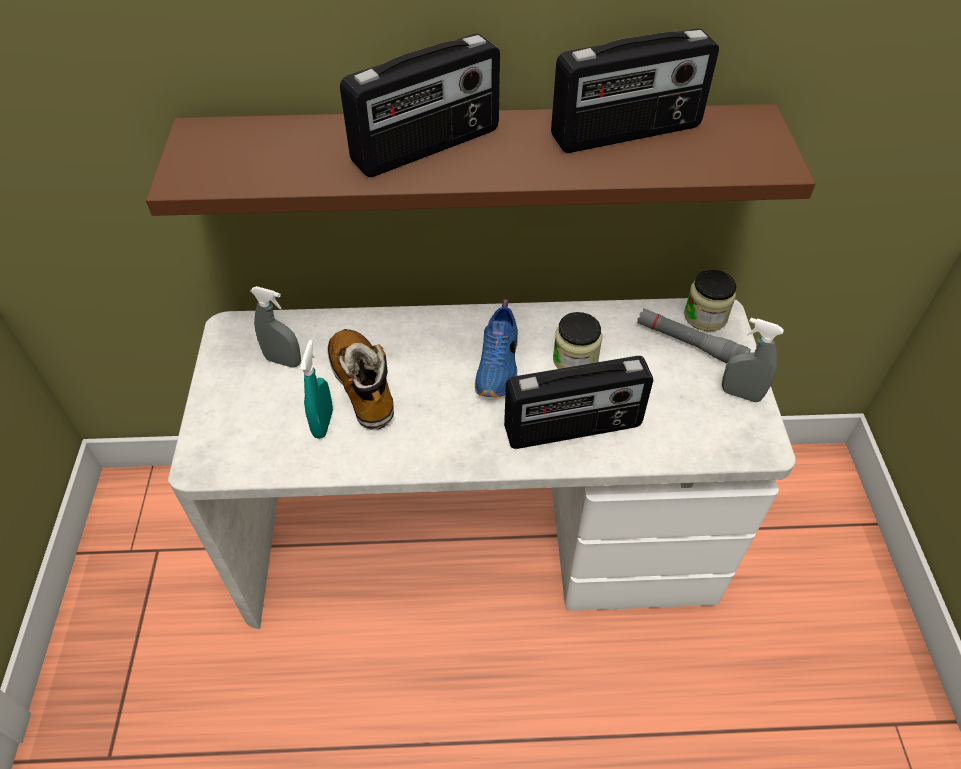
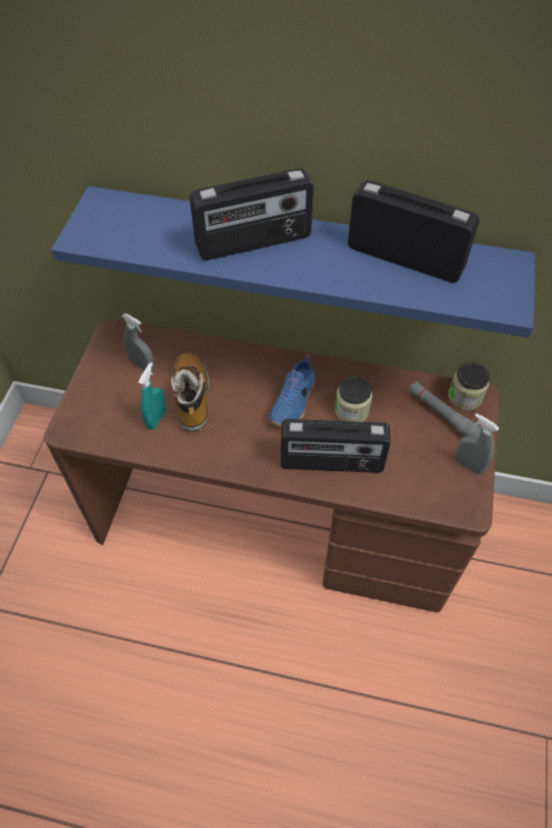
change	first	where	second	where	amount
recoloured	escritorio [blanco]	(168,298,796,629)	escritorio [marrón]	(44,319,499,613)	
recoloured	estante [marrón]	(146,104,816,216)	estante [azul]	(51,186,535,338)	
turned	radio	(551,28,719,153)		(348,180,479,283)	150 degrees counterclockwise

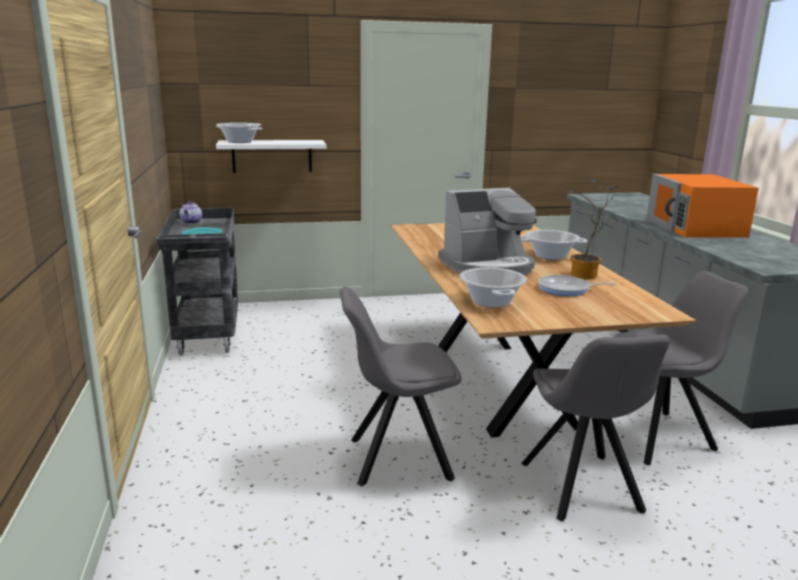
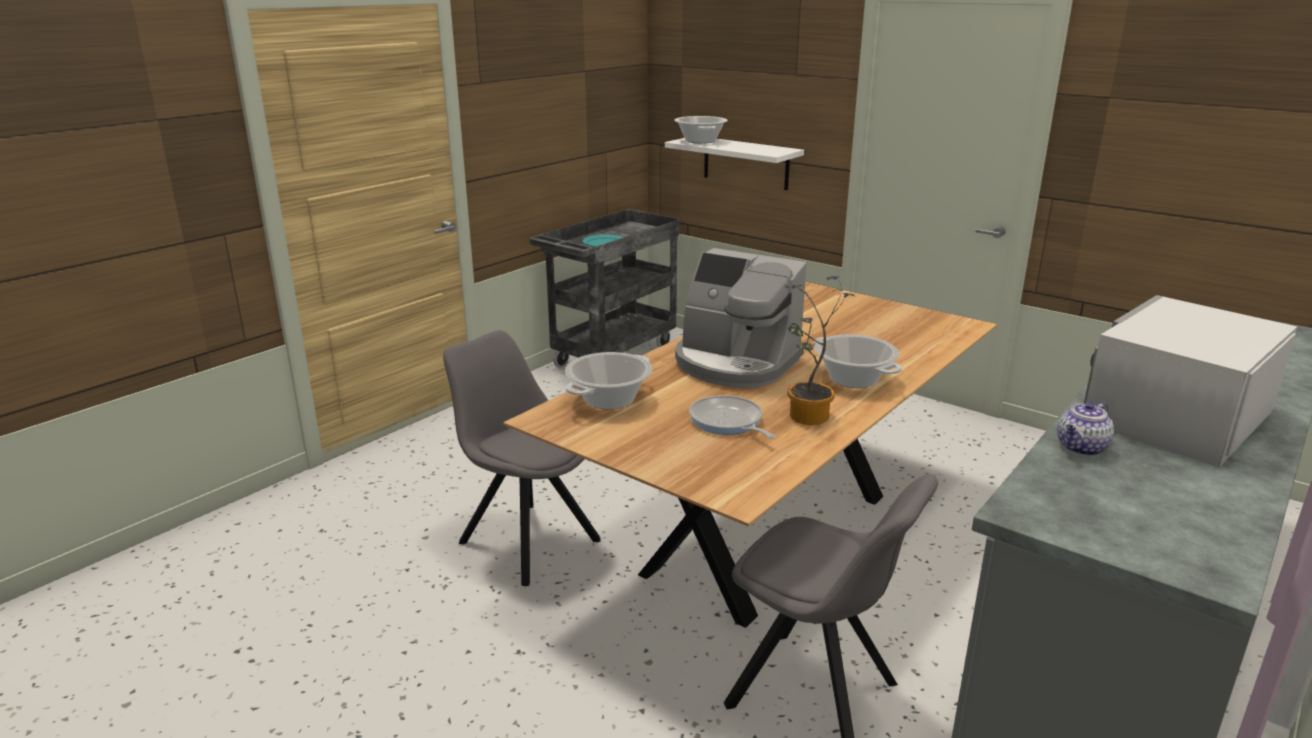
change	first	where	second	where	amount
moved	tetera	(179,201,202,224)		(1057,402,1114,456)	
recoloured	microondas [naranja]	(646,174,759,238)	microondas [blanco]	(1084,295,1297,467)	
removed	silla [gris]	(521,335,670,521)			

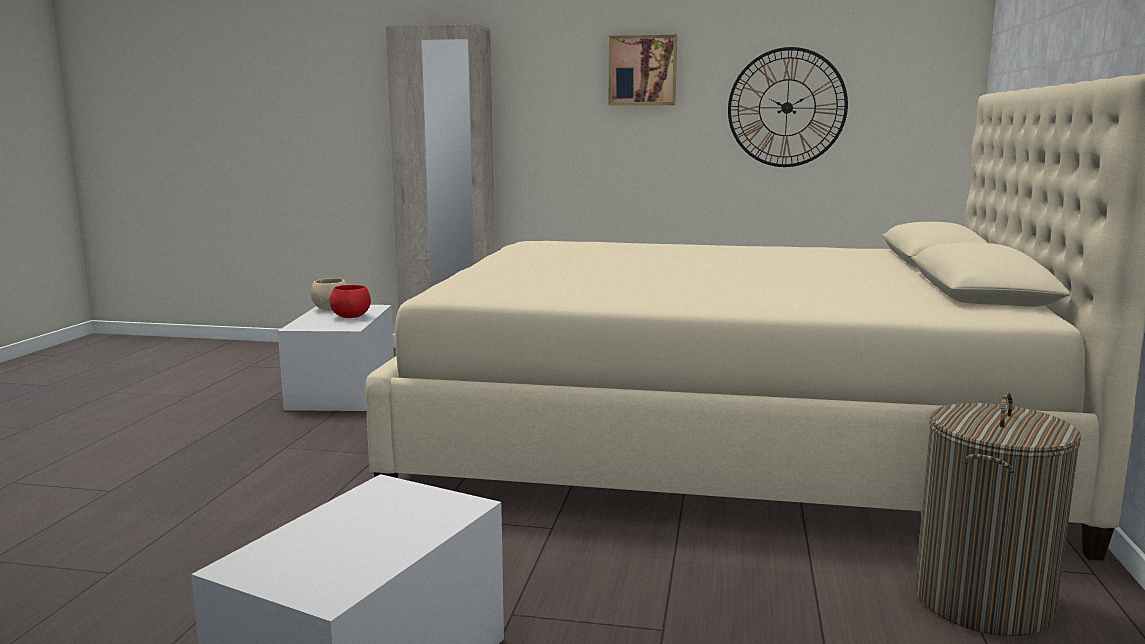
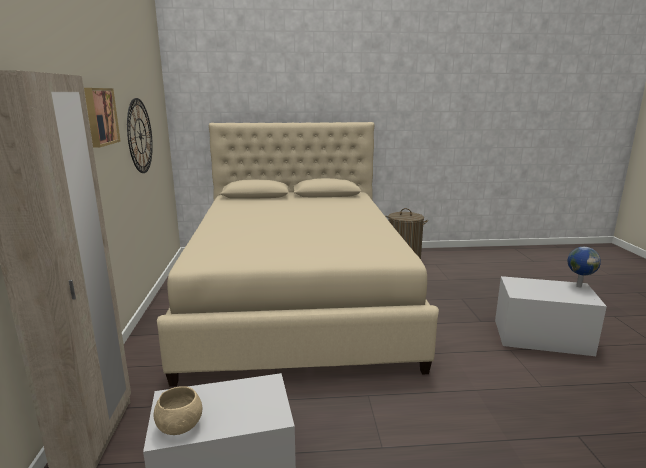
change	first	where	second	where	amount
added			globo terráqueo	(568,247,601,288)	
removed	cuenco [rojo]	(330,285,371,318)			

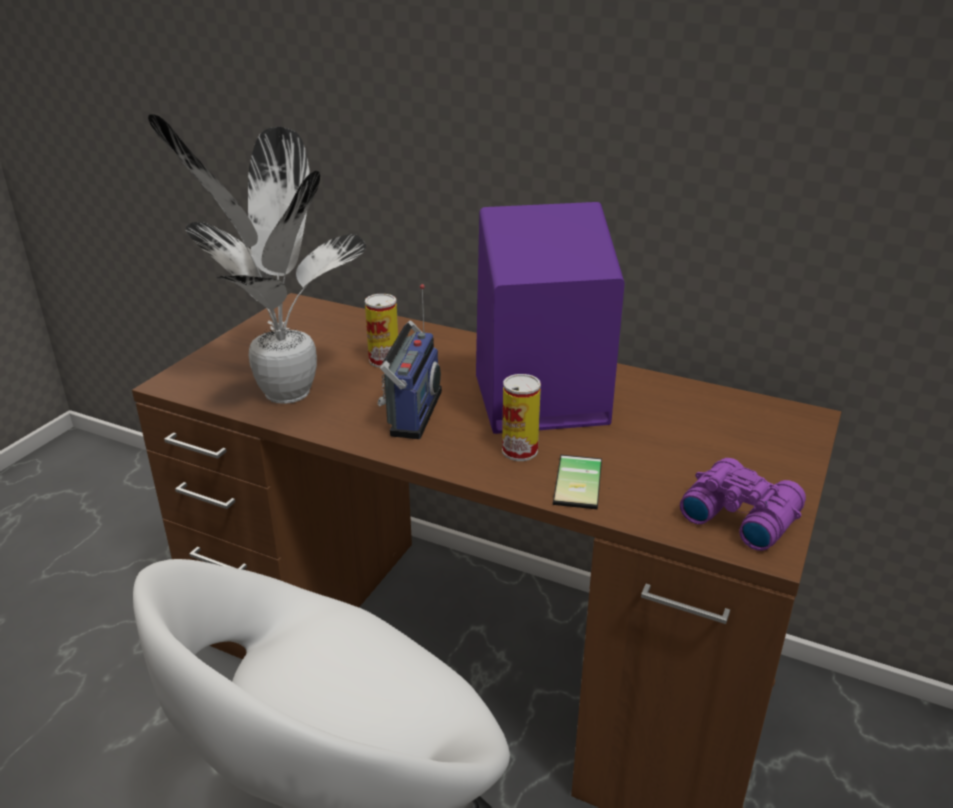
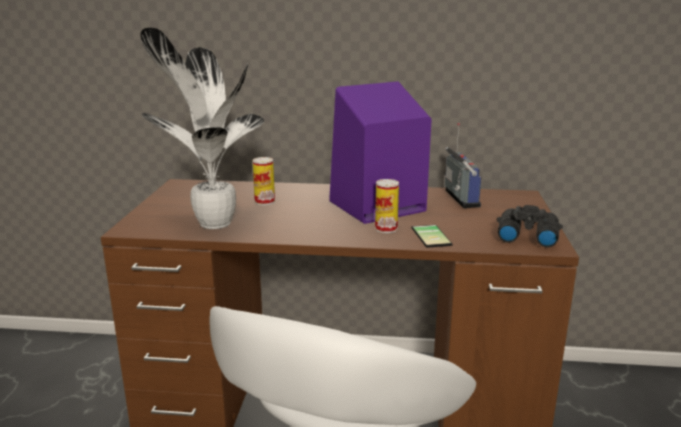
change	first	where	second	where	amount
moved	radio	(377,284,442,439)		(445,123,481,208)	
recoloured	prismáticos [morado]	(680,458,806,551)	prismáticos [negro]	(497,205,563,248)	

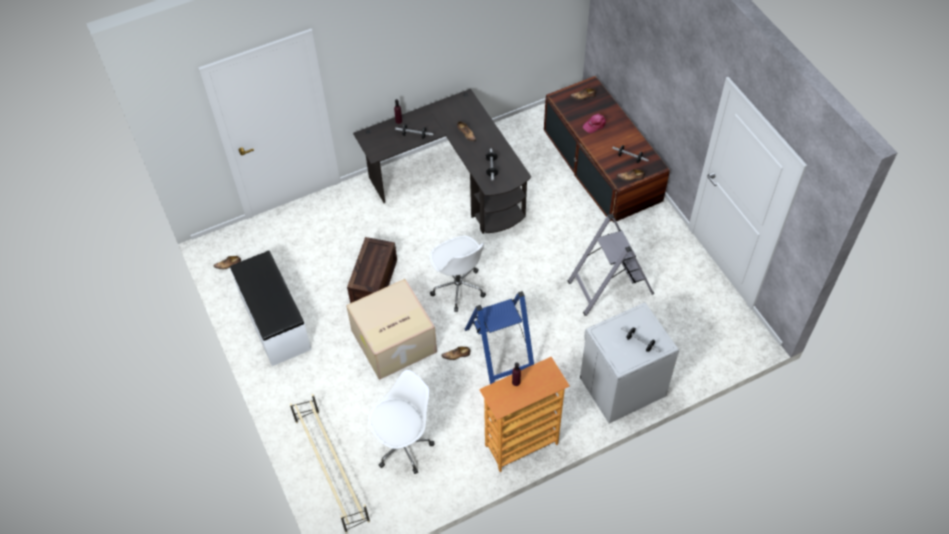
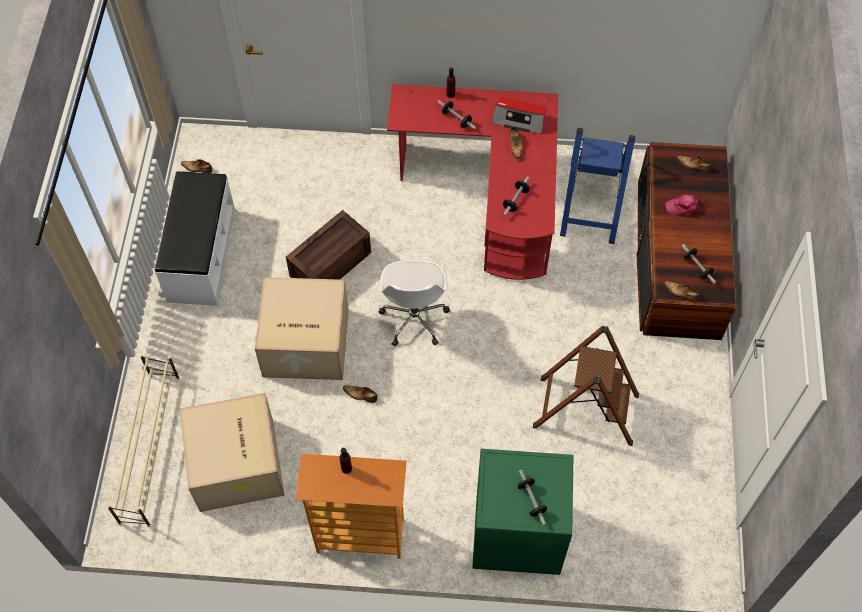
change	first	where	second	where	amount
replaced	silla de oficina [blanco]	(369,370,435,474)	caja de cartón	(179,393,285,512)	
recoloured	escritorio [negro]	(353,89,531,234)	escritorio [rojo]	(387,84,558,280)	
recoloured	lavadora [blanco]	(580,302,679,423)	lavadora [verde]	(472,449,574,575)	
added			radio	(491,97,546,134)	
recoloured	escalera de tijera [gris]	(567,214,654,316)	escalera de tijera [marrón]	(533,326,639,446)	
moved	escalera de tijera [azul]	(464,291,534,384)		(560,128,635,244)	

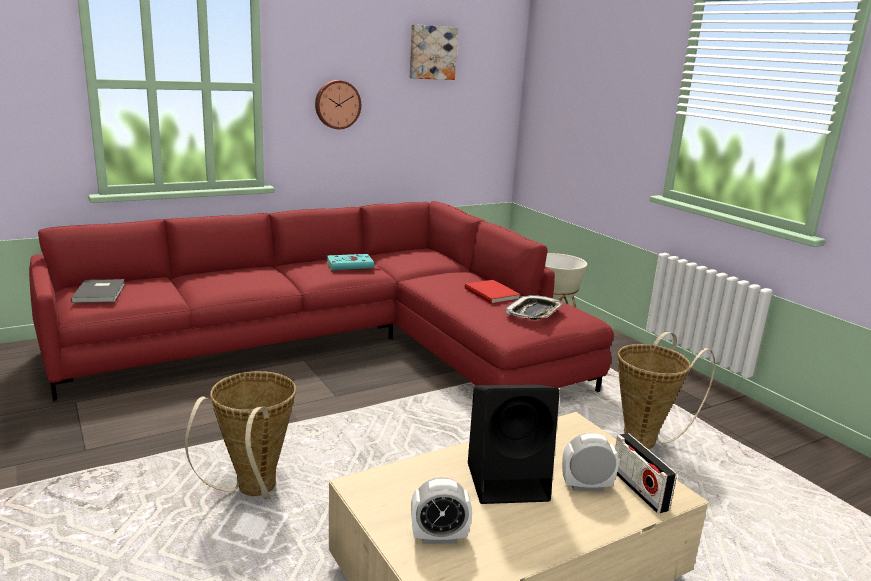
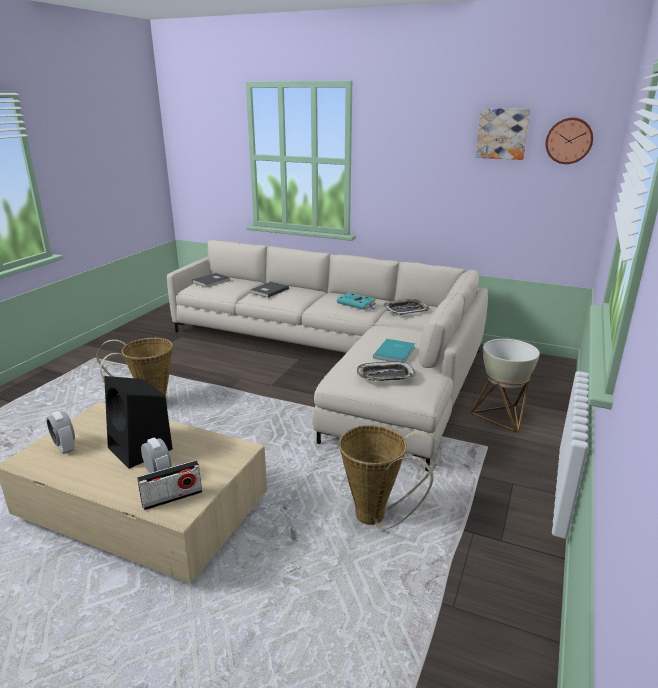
change	first	where	second	where	amount
turned	radio	(615,433,677,513)		(137,460,202,510)	150 degrees counterclockwise
recoloured	sofá [rojo]	(29,201,613,401)	sofá [beis]	(167,240,488,471)	
added			libro [gris]	(251,282,289,298)	
recoloured	libro [rojo]	(464,280,521,304)	libro [turquesa]	(373,339,415,362)	
added			bandeja	(383,298,429,315)	
moved	reloj de pared	(315,80,361,129)		(546,118,593,164)	

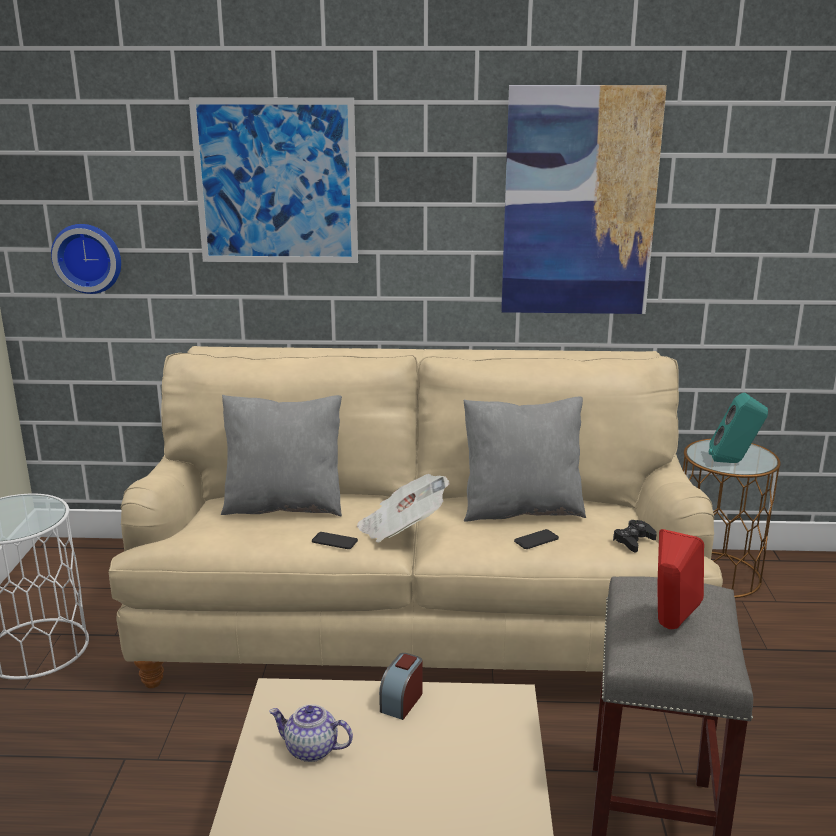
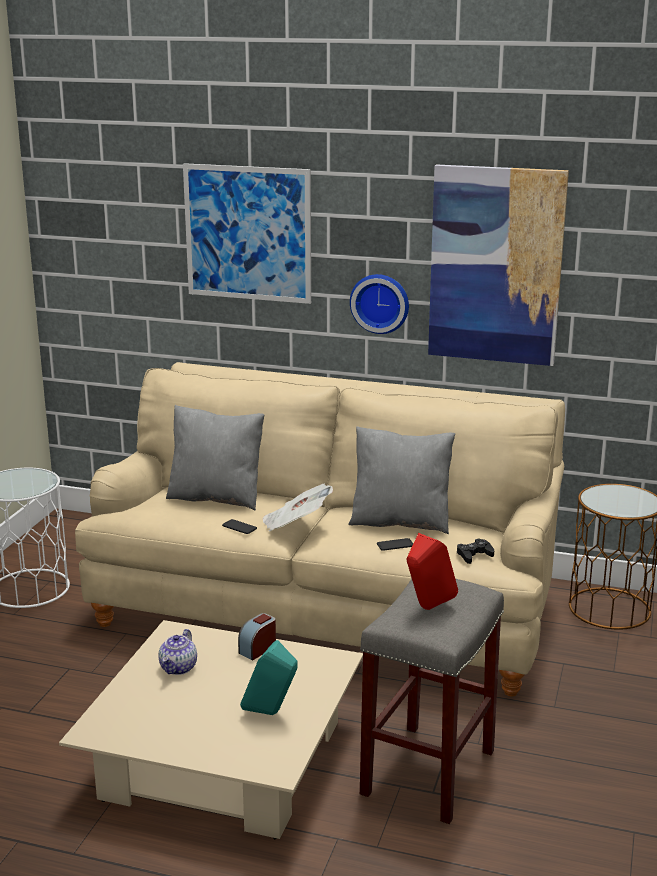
change	first	where	second	where	amount
turned	tetera	(269,704,353,762)		(158,629,197,675)	105 degrees counterclockwise
moved	altavoz [turquesa]	(709,392,768,463)		(240,640,297,715)	
moved	reloj de pared	(51,224,121,294)		(350,274,409,334)	

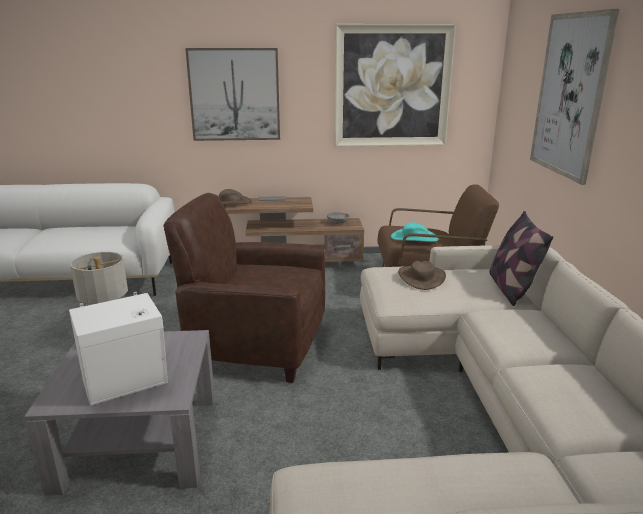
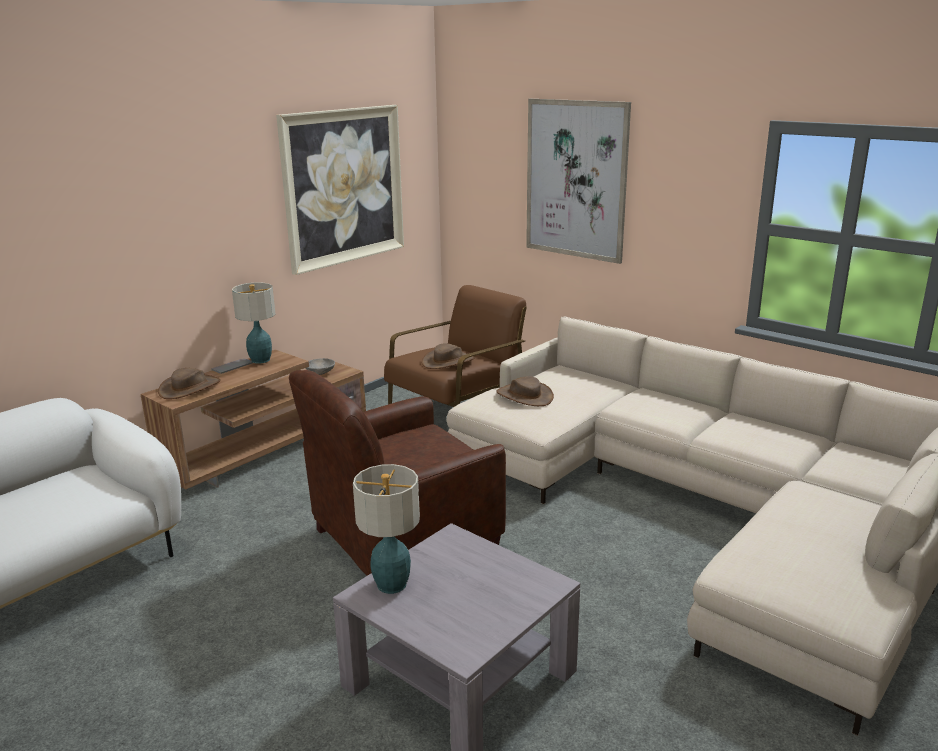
change	first	where	second	where	amount
added			lámpara de mesa	(232,282,275,364)	
recoloured	sombrero [turquesa]	(391,222,438,242)	sombrero [marrón]	(422,343,475,369)	
removed	altavoz [blanco]	(69,292,168,406)			
removed	cuadro	(185,48,280,141)			
removed	cojín	(489,211,553,306)			

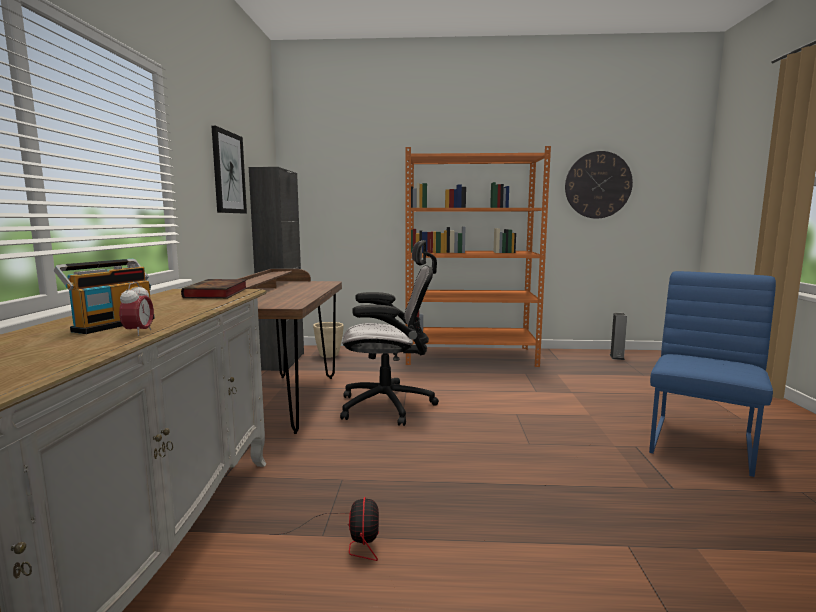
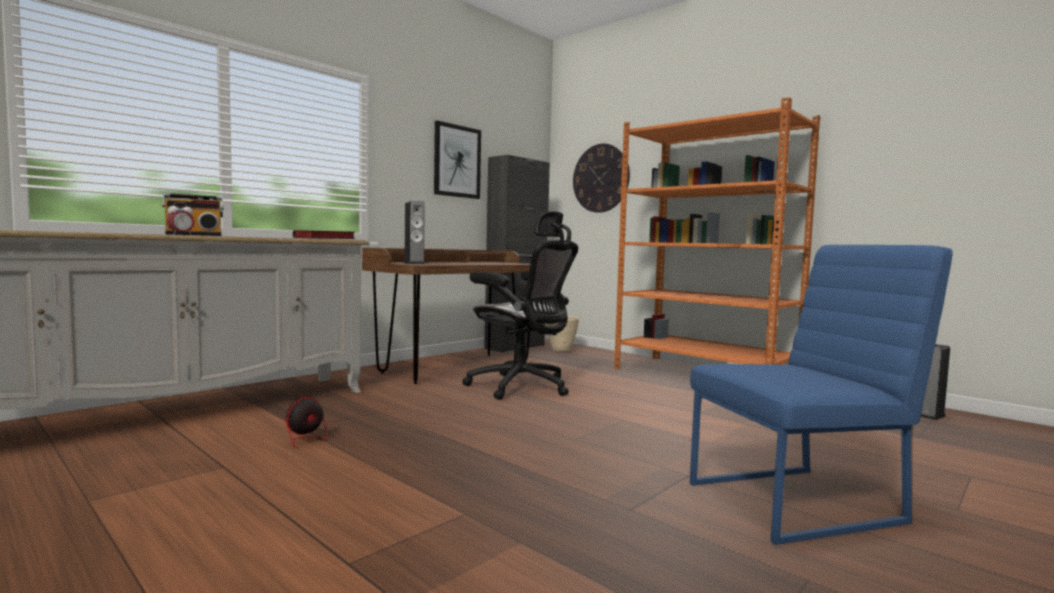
change	first	where	second	where	amount
added			altavoz	(403,201,425,264)	
moved	reloj de pared	(565,151,633,219)		(573,144,630,213)	

